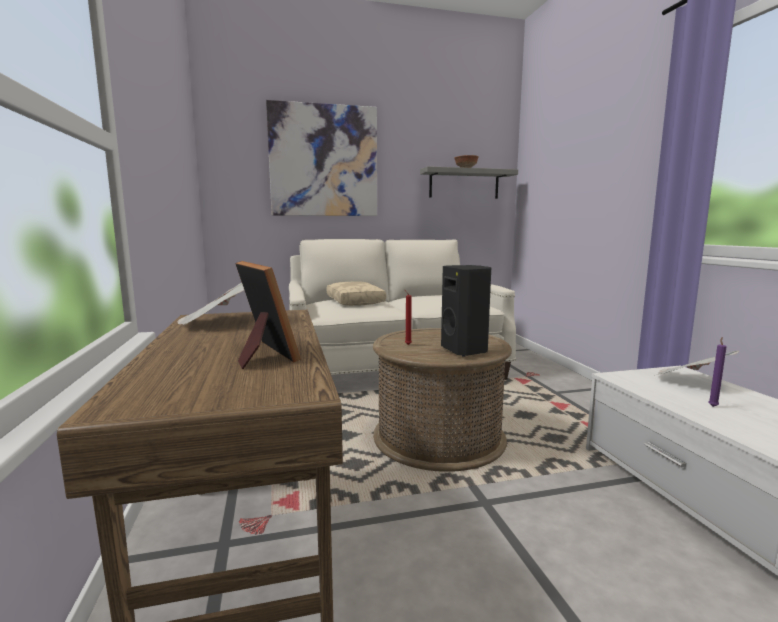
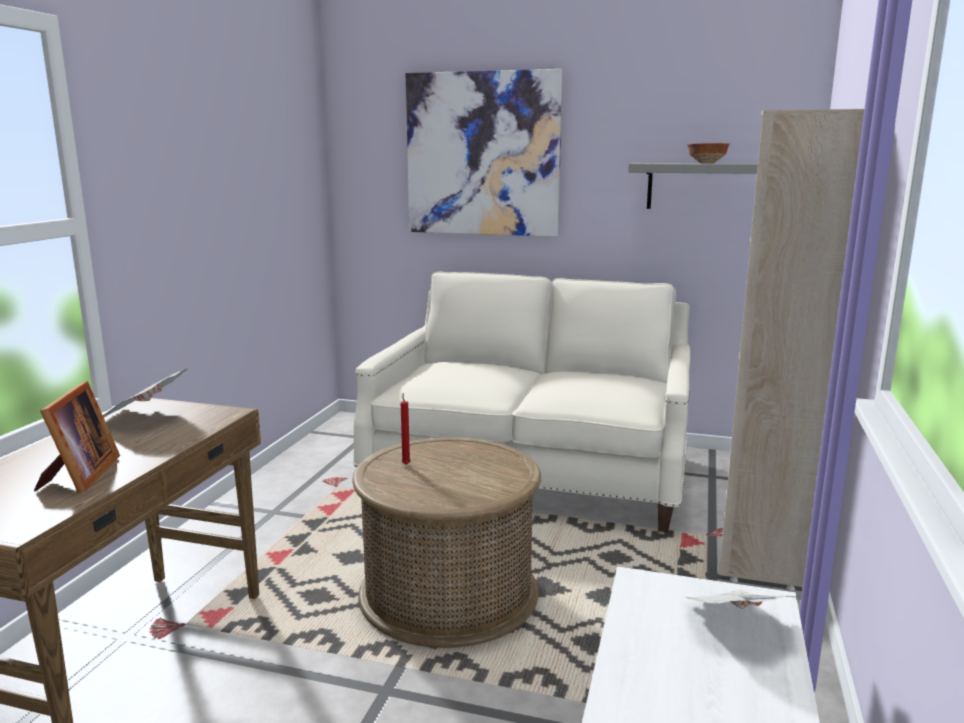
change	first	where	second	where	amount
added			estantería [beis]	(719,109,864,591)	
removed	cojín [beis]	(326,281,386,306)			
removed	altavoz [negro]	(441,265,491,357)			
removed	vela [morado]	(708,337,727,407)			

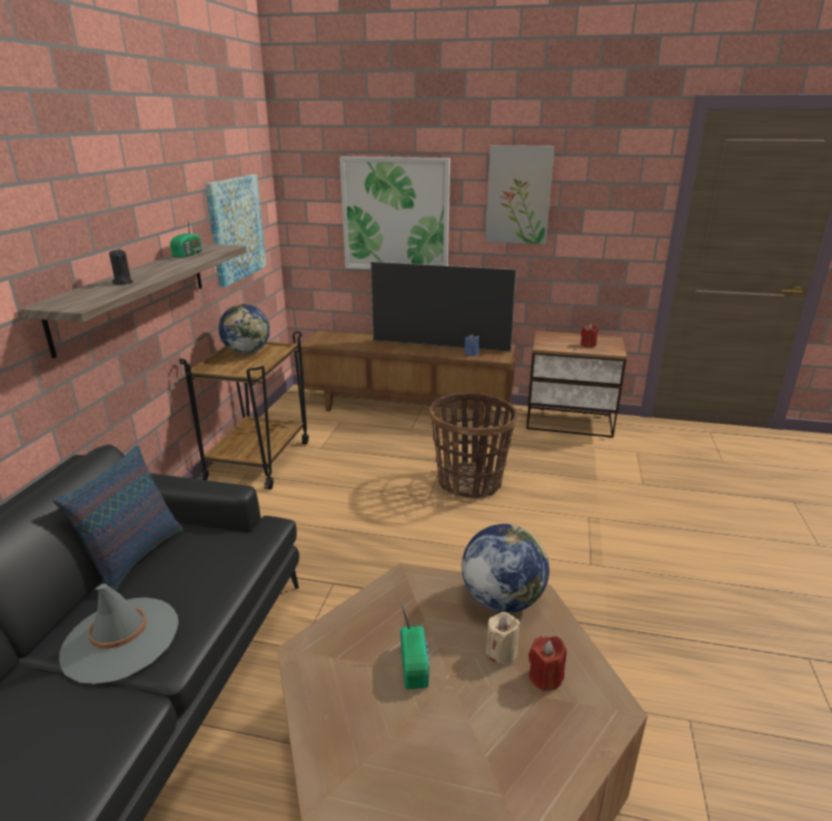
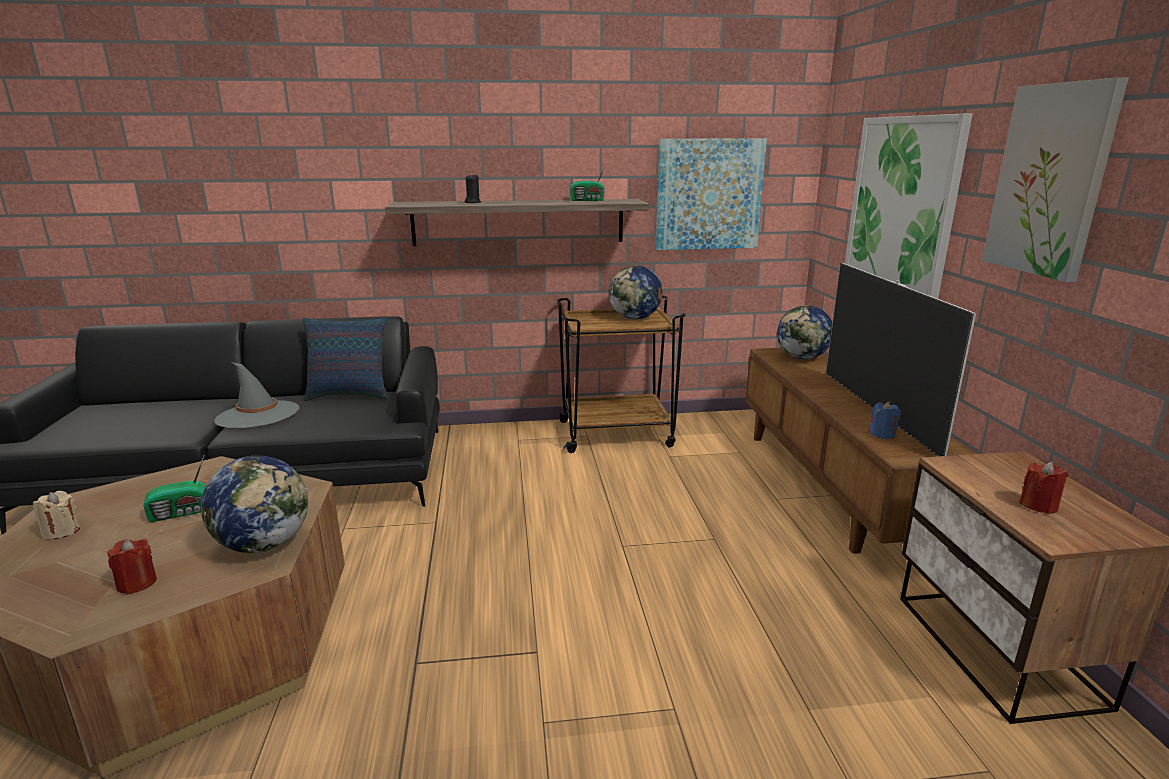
change	first	where	second	where	amount
moved	vela [beis]	(486,612,520,664)		(33,491,80,540)	
added			globo terráqueo	(777,305,832,359)	
removed	cesta	(430,393,517,499)			

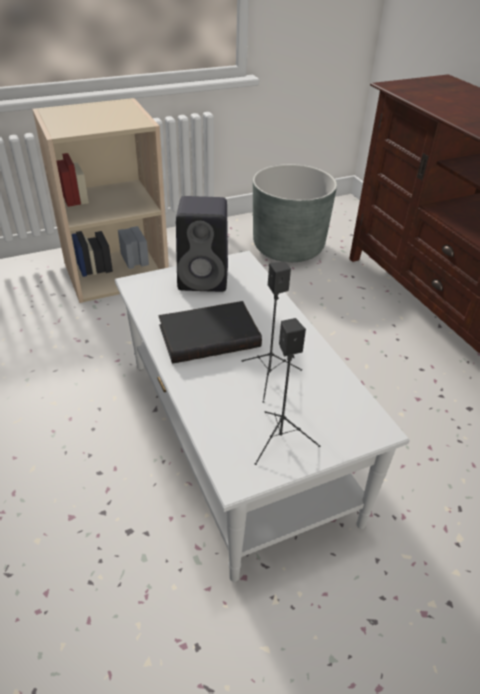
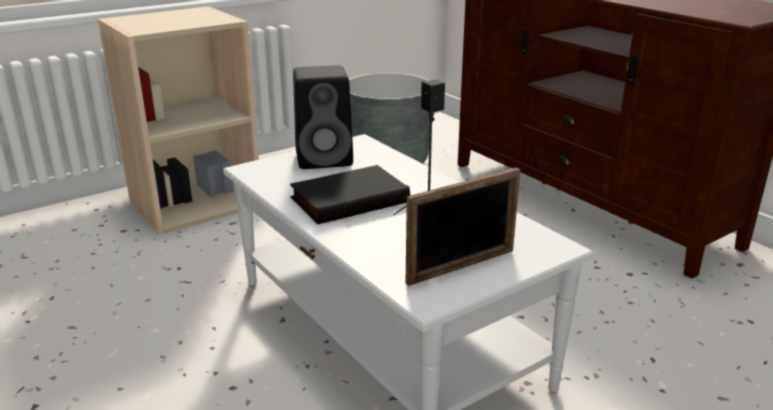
change	first	where	second	where	amount
replaced	altavoz [negro]	(255,318,320,465)	portarretratos	(406,168,520,286)	

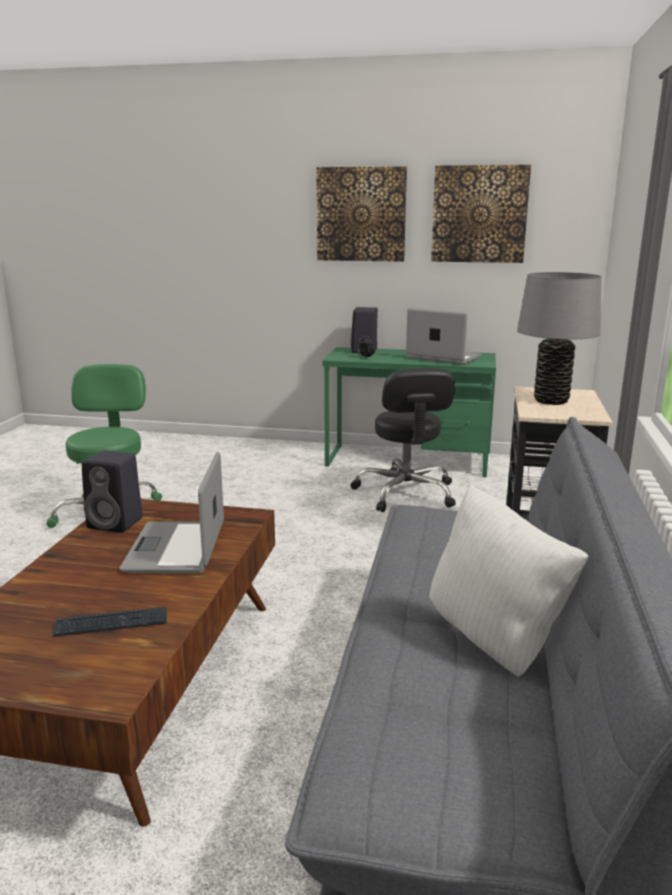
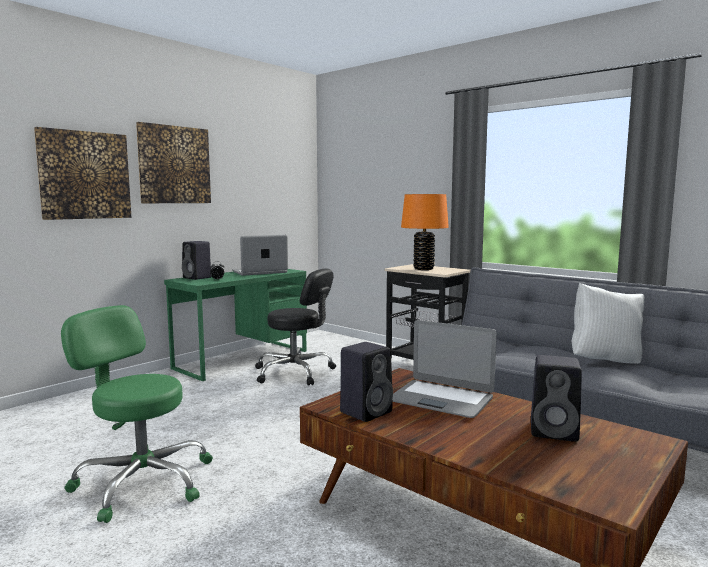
change	first	where	second	where	amount
moved	cuadro	(431,165,531,263)		(34,127,131,220)	
recoloured	lámpara de mesa [gris]	(517,272,602,405)	lámpara de mesa [naranja]	(401,194,449,270)	
replaced	teclado	(53,606,167,637)	altavoz [negro]	(531,355,582,442)	

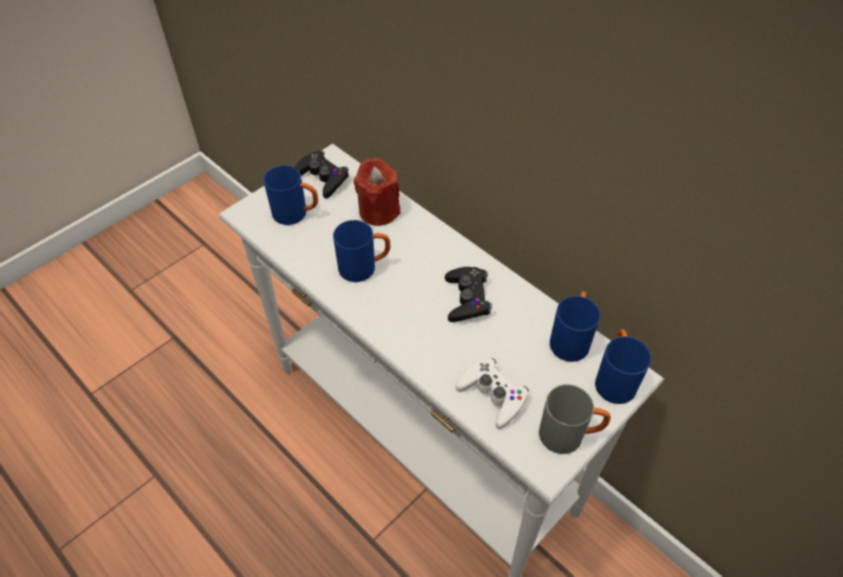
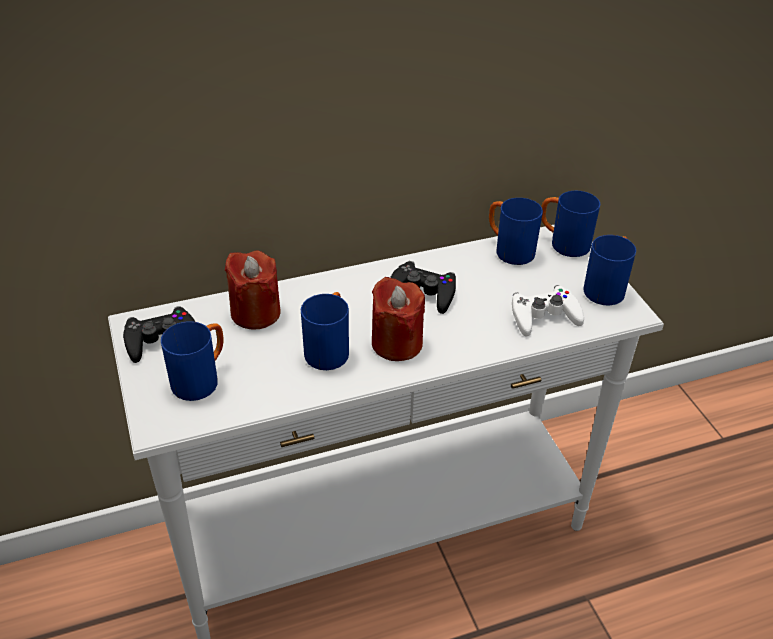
change	first	where	second	where	amount
added			vela [rojo]	(372,277,425,361)	
recoloured	taza grande [gris]	(539,384,611,454)	taza grande [azul]	(583,235,636,306)	

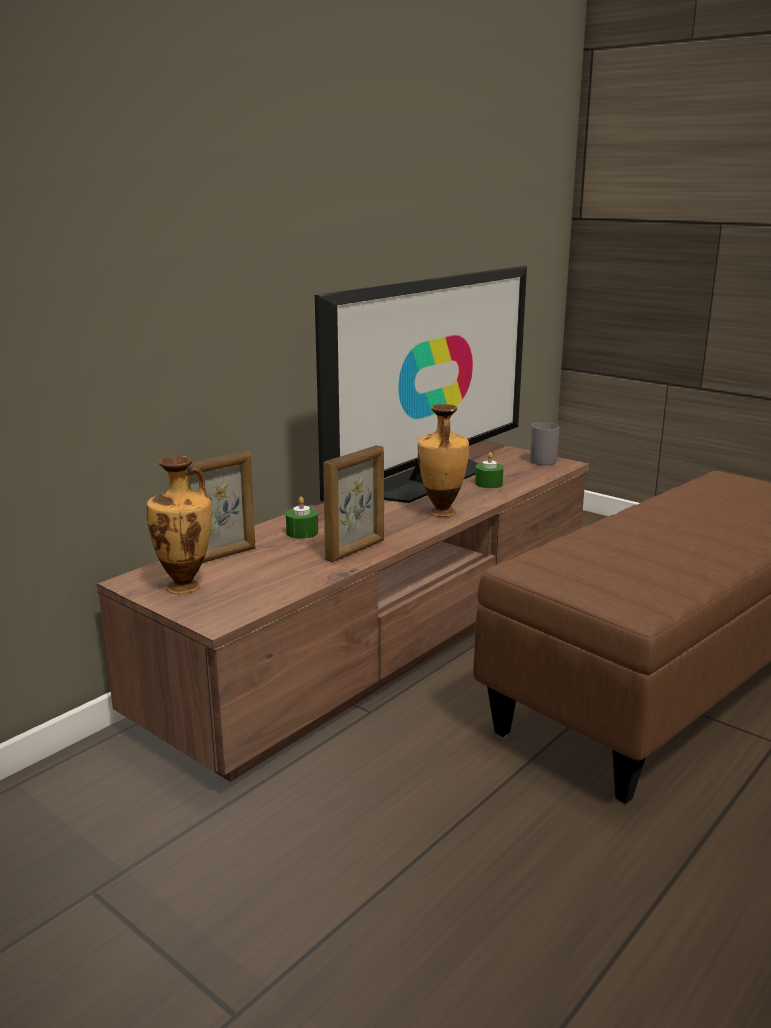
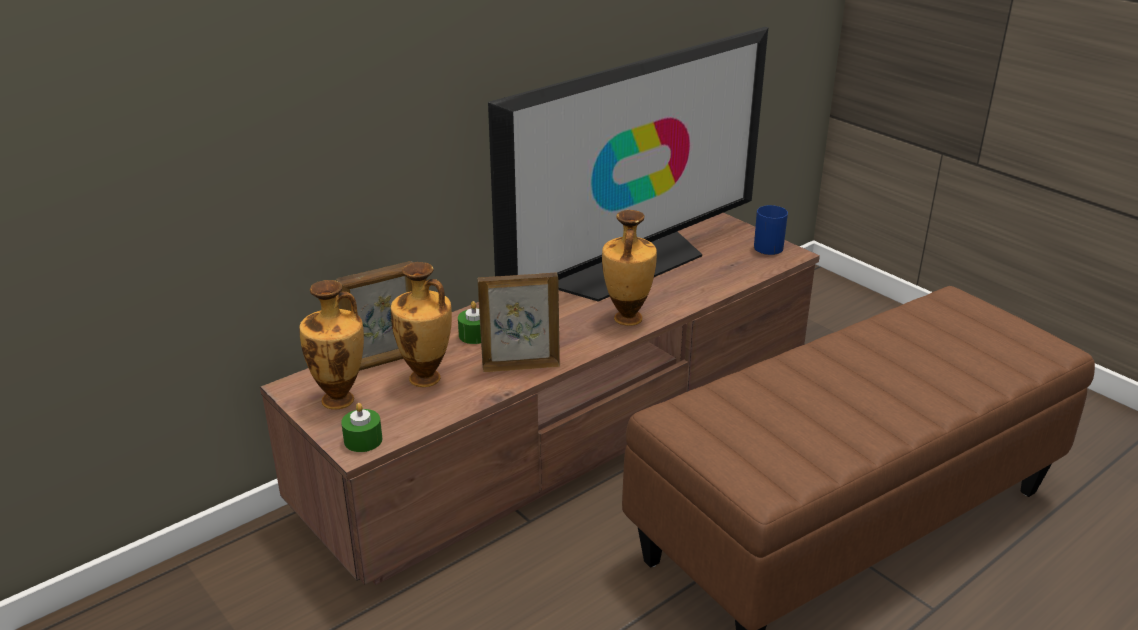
change	first	where	second	where	amount
moved	vela [verde]	(475,452,504,488)		(341,403,382,452)	
added			florero	(391,262,452,387)	
turned	portarretratos	(323,445,384,562)		(478,272,560,372)	150 degrees counterclockwise
recoloured	taza grande [gris]	(530,422,559,465)	taza grande [azul]	(754,205,788,255)	

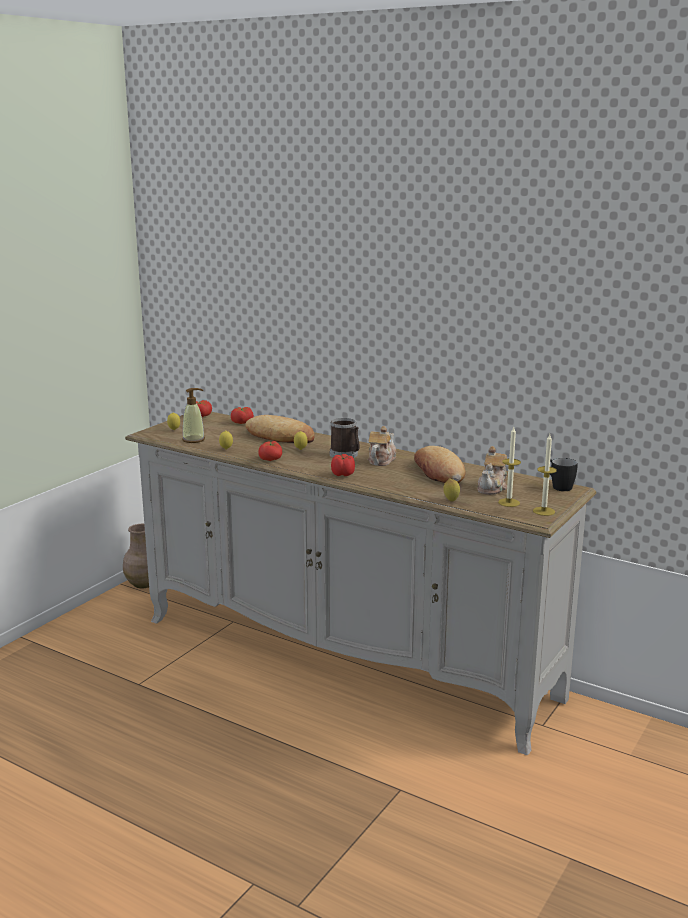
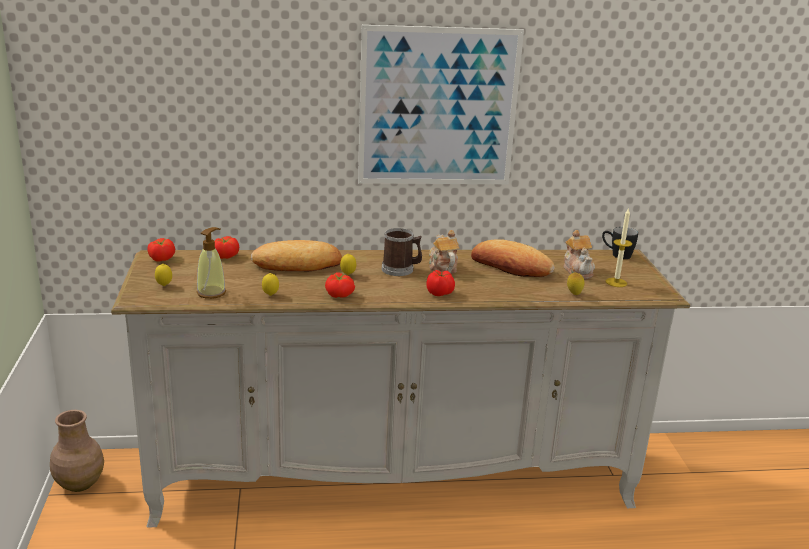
change	first	where	second	where	amount
added			cuadro	(358,25,524,184)	
removed	vela	(533,434,557,516)			

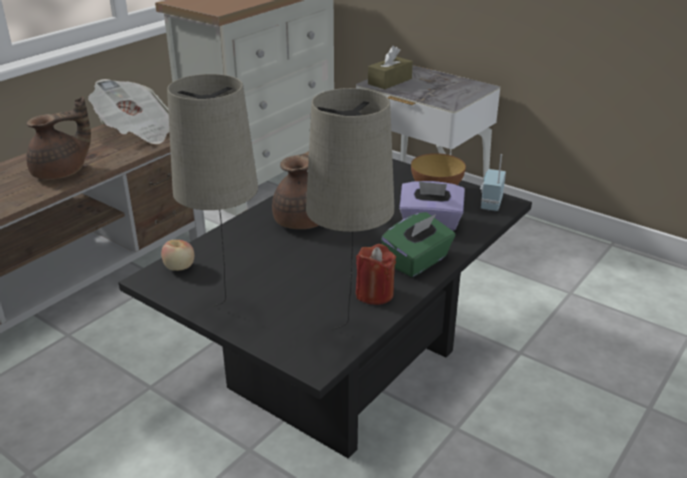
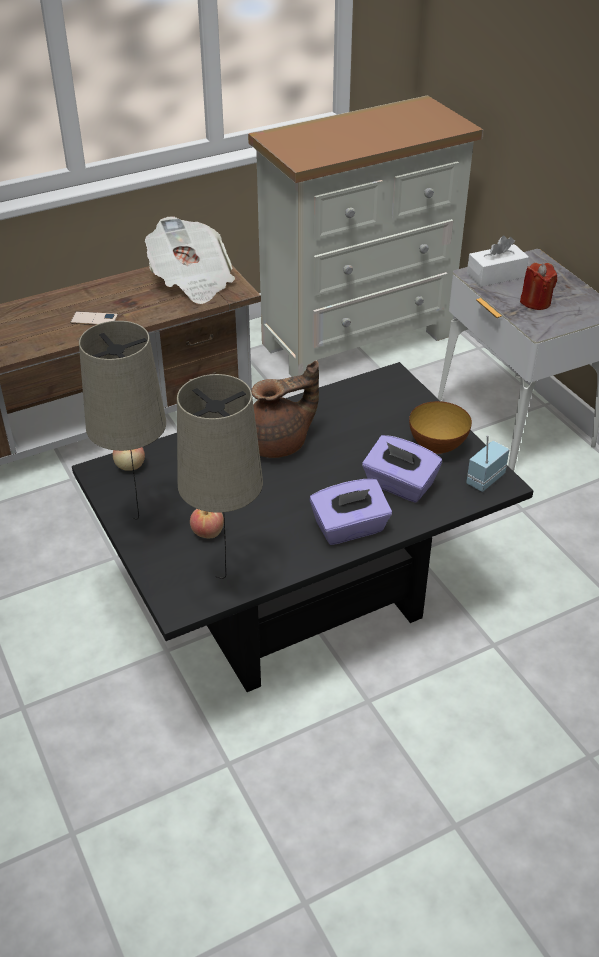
change	first	where	second	where	amount
replaced	tetera [marrón]	(26,96,91,180)	móvil	(70,311,118,325)	
added			manzana	(190,509,224,538)	
recoloured	caja de pañuelos [verde]	(381,212,455,277)	caja de pañuelos [morado]	(310,479,392,545)	
recoloured	caja de pañuelos [marrón]	(368,46,413,89)	caja de pañuelos [blanco]	(467,236,529,287)	
moved	vela [rojo]	(356,244,396,305)		(520,263,557,310)	

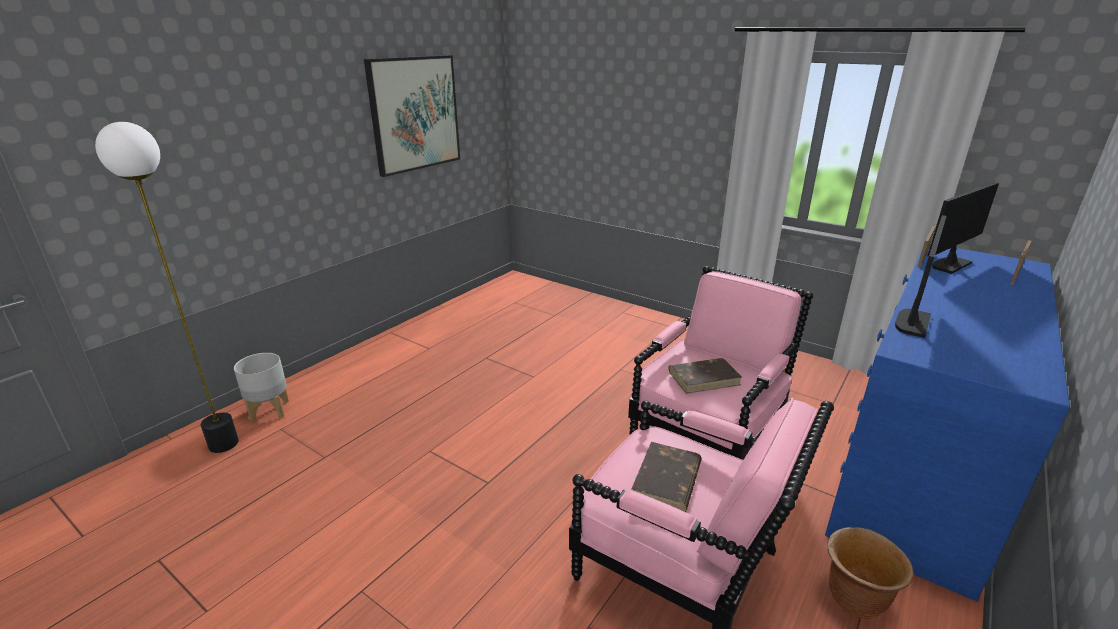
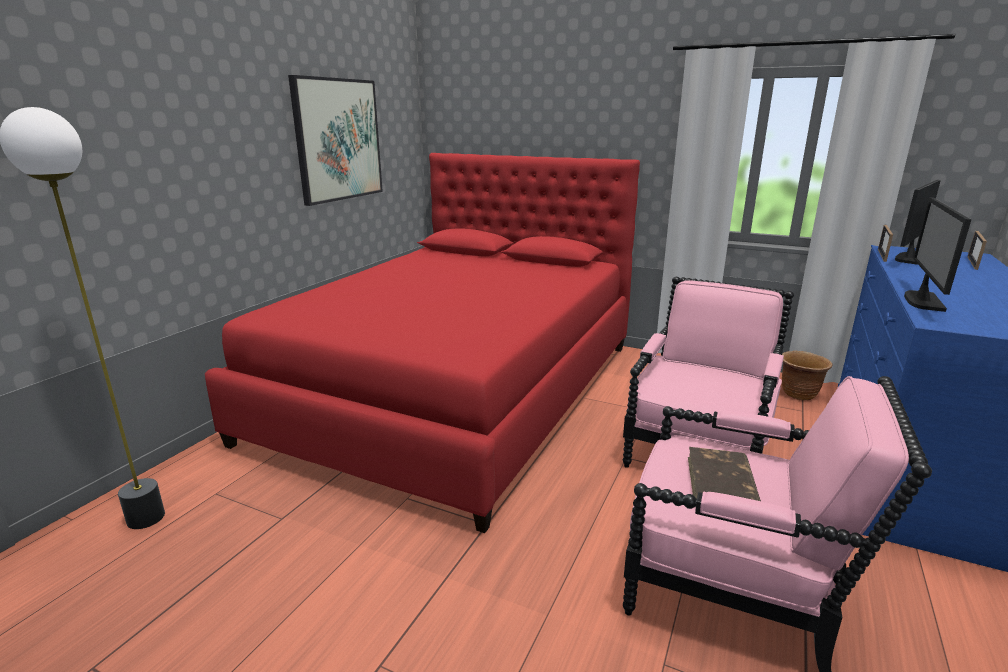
change	first	where	second	where	amount
added			cama [rojo]	(205,153,640,533)	
moved	maceta [marrón]	(827,527,914,619)		(782,351,833,400)	
removed	maceta [gris]	(234,353,289,422)			
removed	libro [marrón]	(668,358,742,394)			

